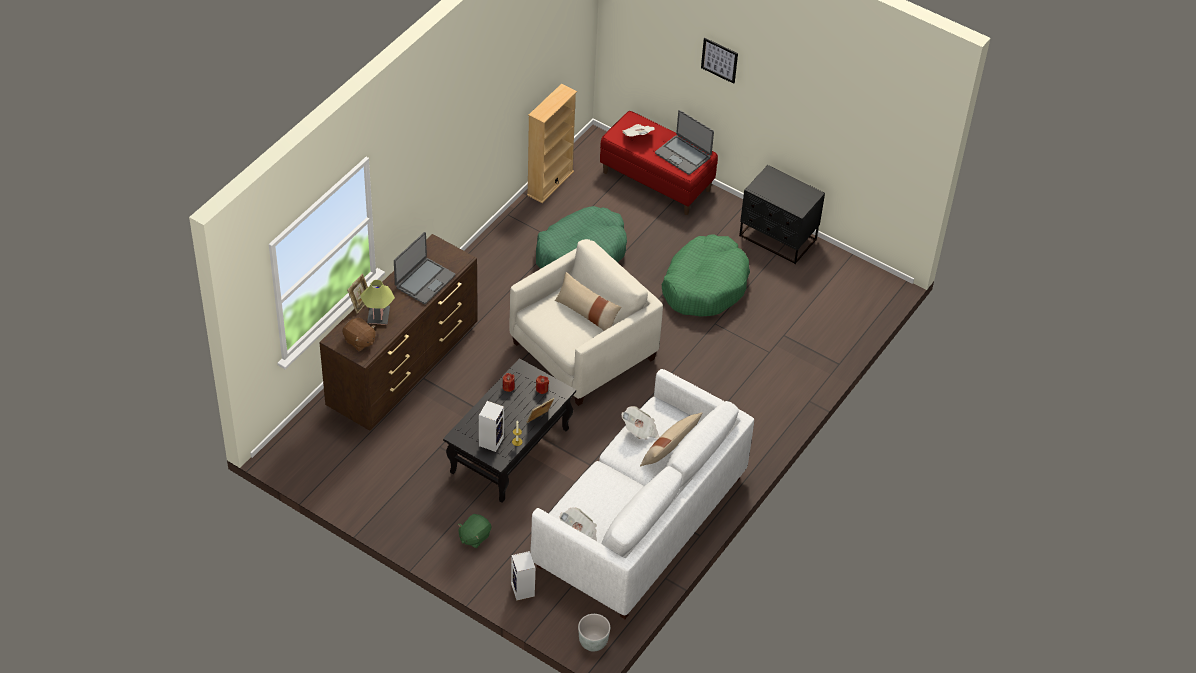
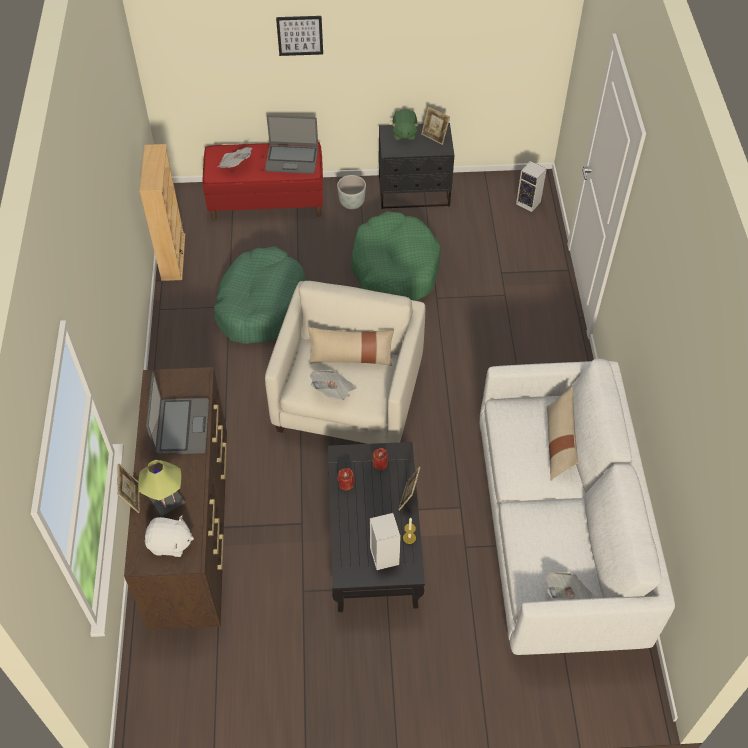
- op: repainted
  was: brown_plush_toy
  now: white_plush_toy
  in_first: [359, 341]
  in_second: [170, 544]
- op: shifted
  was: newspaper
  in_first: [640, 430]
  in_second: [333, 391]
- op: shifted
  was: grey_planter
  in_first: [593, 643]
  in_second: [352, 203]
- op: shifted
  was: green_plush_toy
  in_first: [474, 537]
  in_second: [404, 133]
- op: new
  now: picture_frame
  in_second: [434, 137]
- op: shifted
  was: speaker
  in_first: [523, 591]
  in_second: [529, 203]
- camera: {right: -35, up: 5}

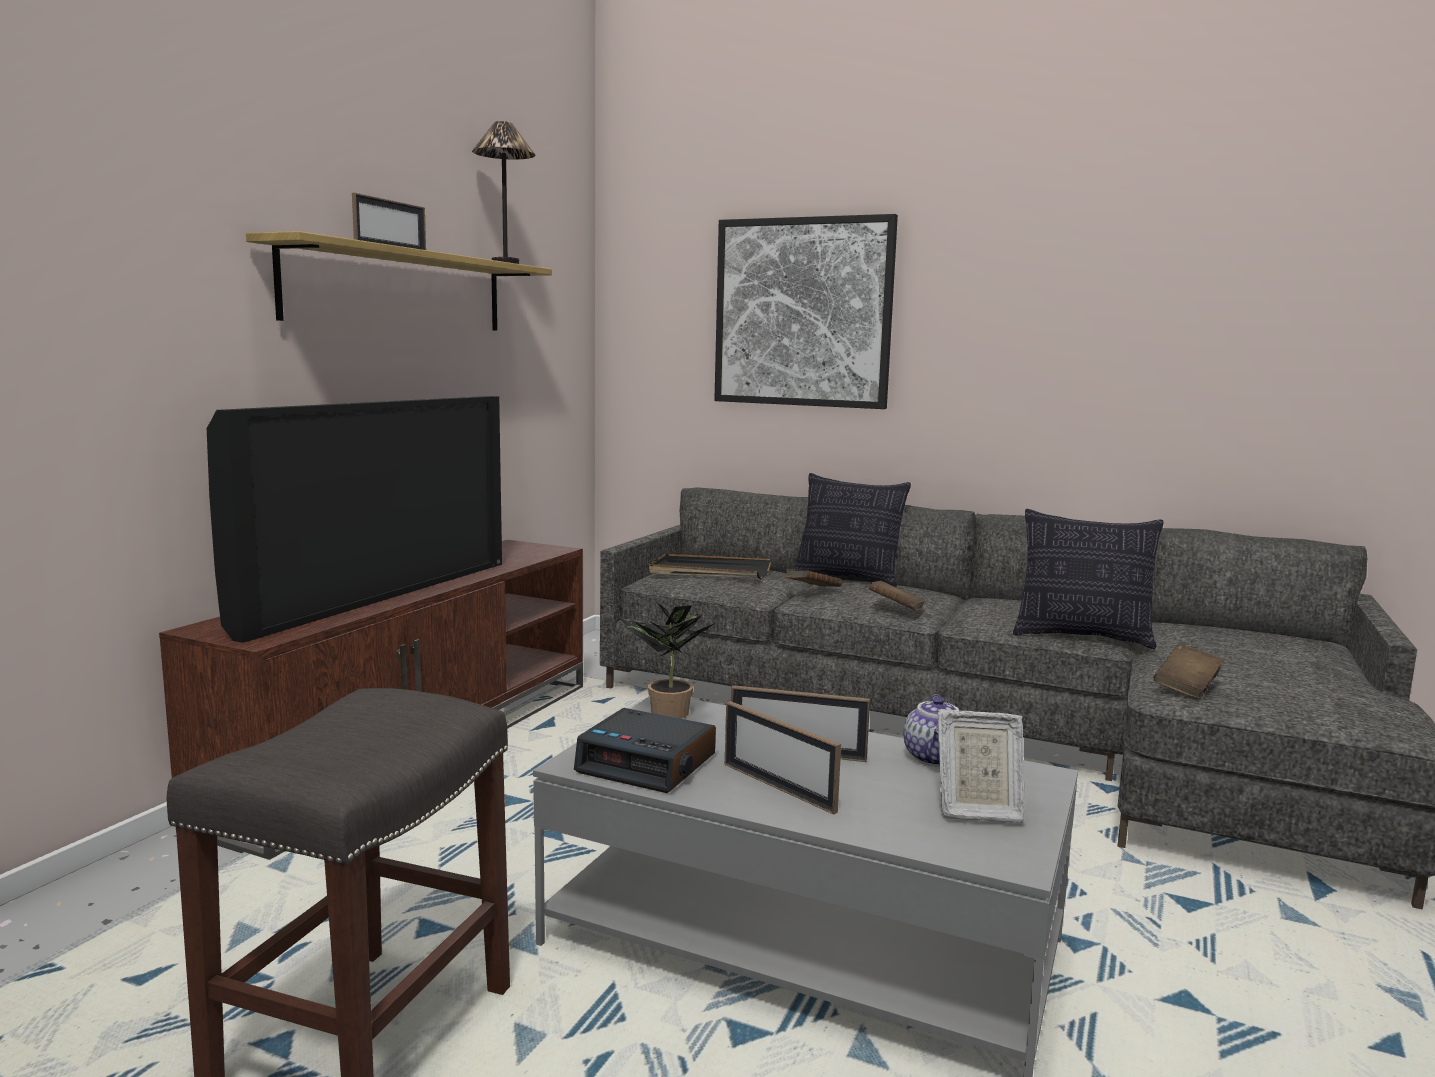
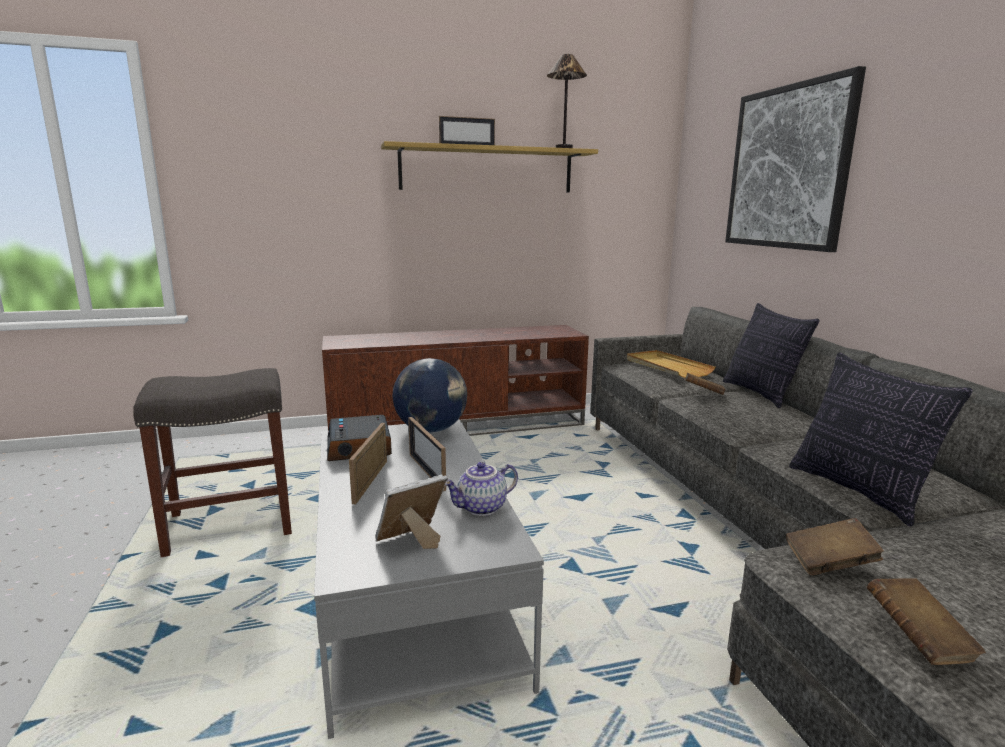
- op: rotated
  was: picture_frame
  in_first: [976, 811]
  in_second: [411, 541]
  clockwise: 90
- op: swapped
  was: potted_plant
  now: globe
  in_first: [664, 714]
  in_second: [431, 429]
- op: repainted
  was: black_tray
  now: beige_tray
  in_first: [710, 571]
  in_second: [667, 367]
- op: shifted
  was: brown_book
  in_first: [896, 609]
  in_second: [917, 639]
- op: gone
  was: television
  in_first: [377, 594]
- camera: {right: 50, up: 5}

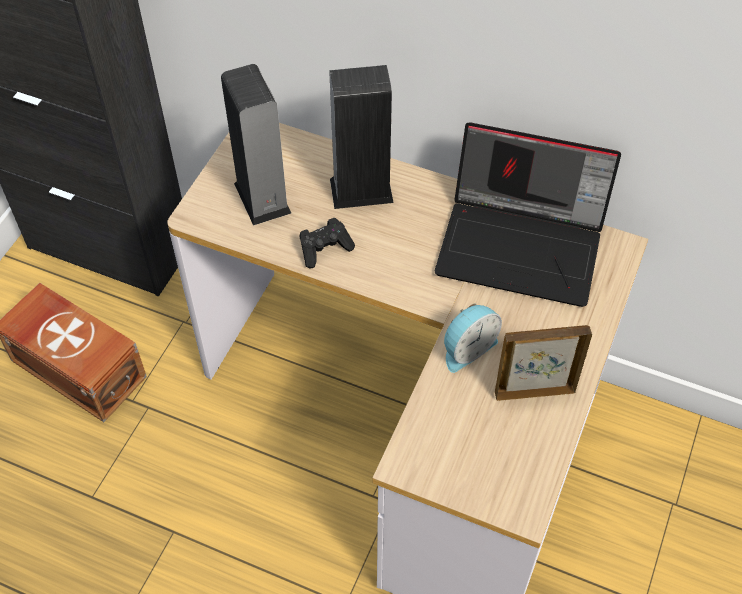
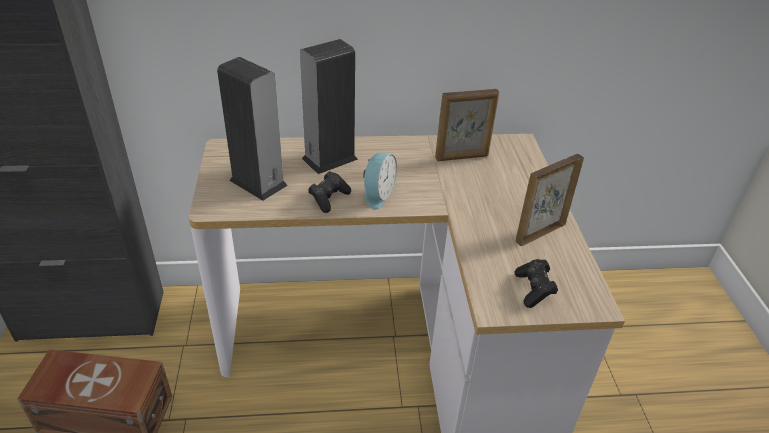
- op: shifted
  was: alarm_clock
  in_first: [467, 348]
  in_second: [377, 194]
- op: swapped
  was: laptop
  now: picture_frame
  in_first: [523, 245]
  in_second: [462, 157]
- op: new
  now: black_game_controller
  in_second: [534, 290]
- camera: {right: -30, up: -15}

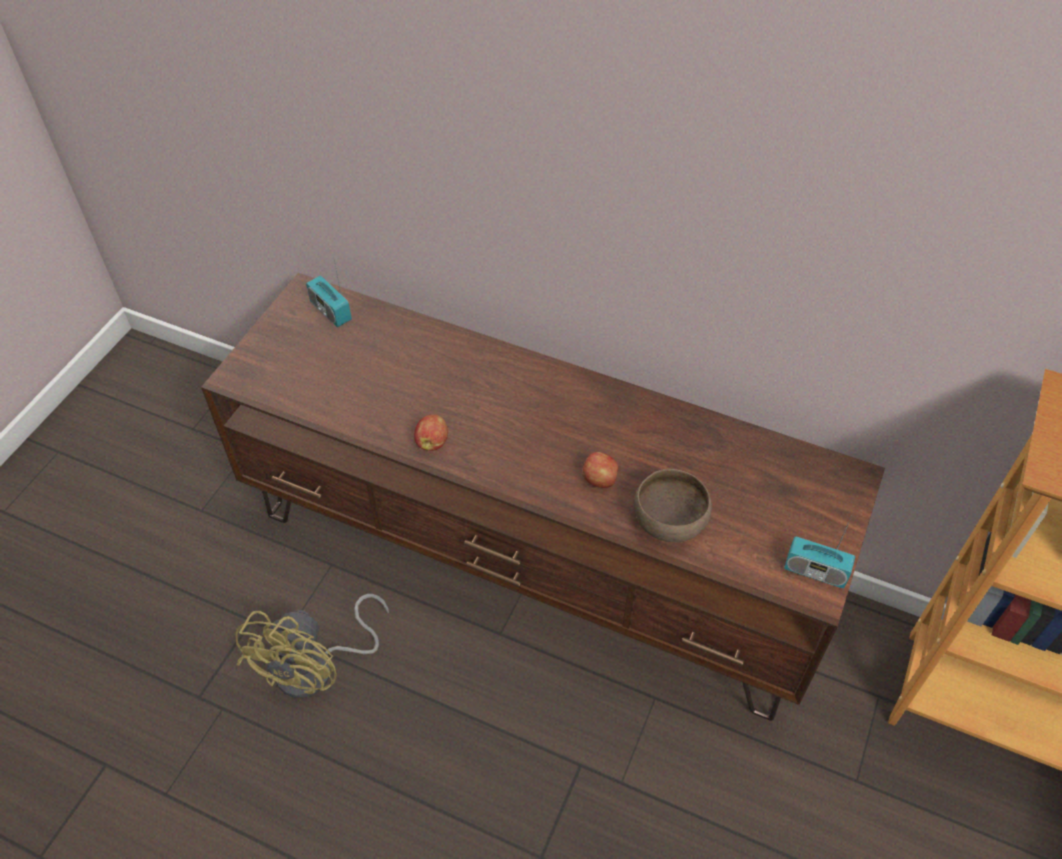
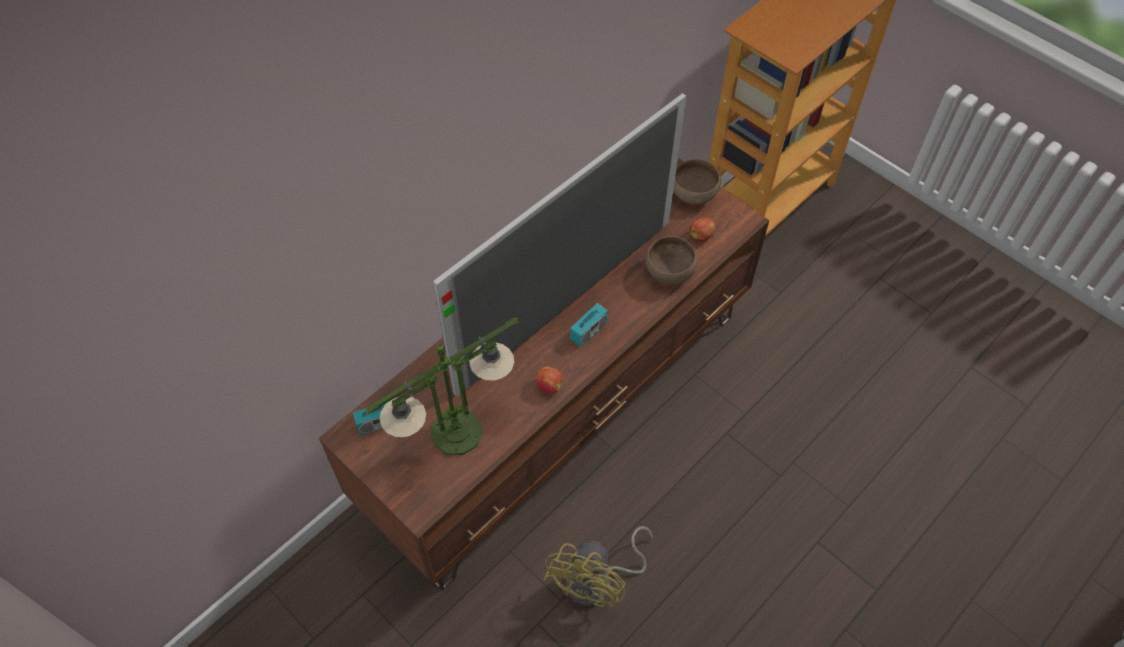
- op: new
  now: table_lamp
  in_second: [455, 433]
- op: new
  now: television
  in_second: [567, 303]
- op: rotated
  was: yellow_fan
  in_first: [317, 668]
  in_second: [598, 582]
  clockwise: 75
- op: shifted
  was: radio
  in_first: [815, 571]
  in_second: [588, 331]
- op: new
  now: brown_bowl
  in_second: [693, 194]
- op: shifted
  was: apple
  in_first: [600, 480]
  in_second: [701, 236]
- camera: {right: -70, up: 5}

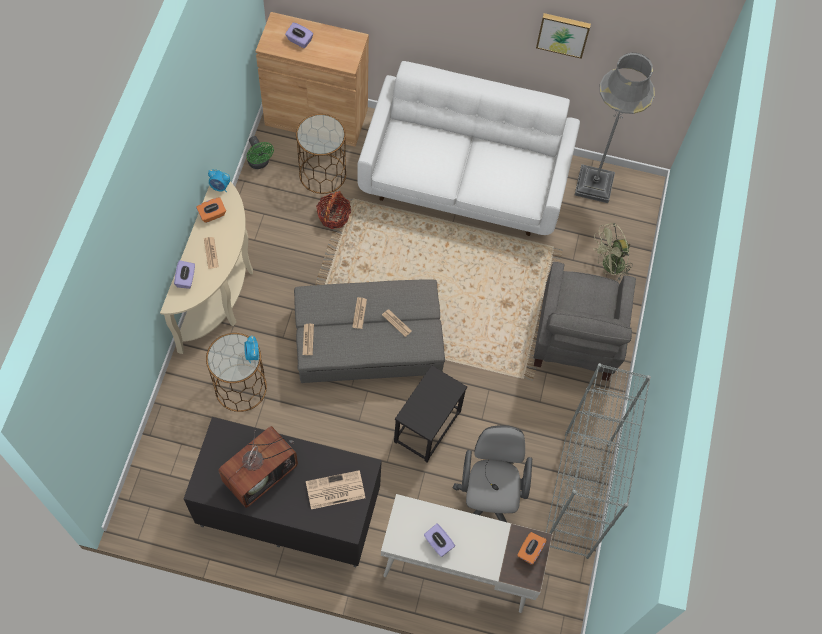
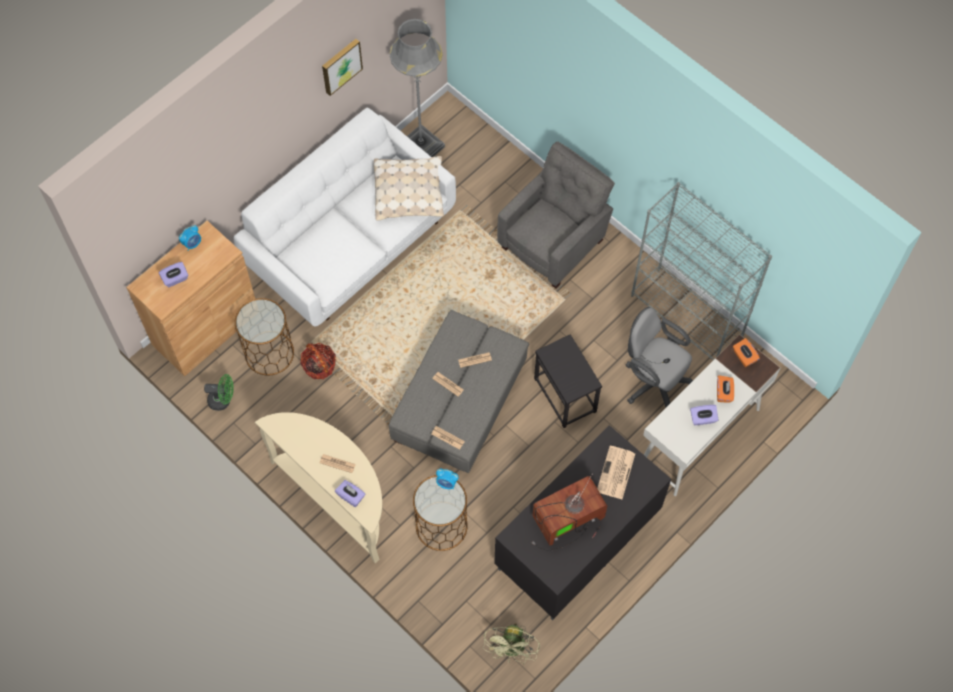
- op: shifted
  was: alarm_clock
  in_first: [220, 187]
  in_second: [192, 244]
- op: new
  now: beige_pillow
  in_second: [409, 193]
- op: shifted
  was: green_fan
  in_first: [609, 266]
  in_second: [512, 650]
- op: rotated
  was: grey_armchair
  in_first: [575, 340]
  in_second: [554, 242]
  clockwise: -90
- op: rotated
  was: television
  in_first: [260, 471]
  in_second: [567, 522]
  clockwise: -105
- op: shifted
  was: orange_tissue_box
  in_first: [212, 214]
  in_second: [724, 393]
- camera: {right: -55, up: 0}

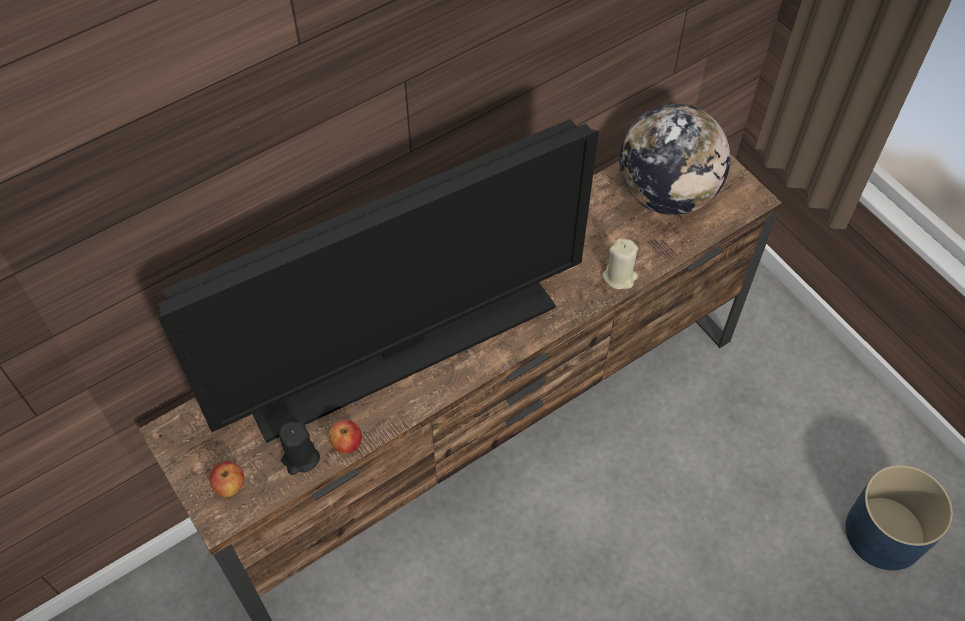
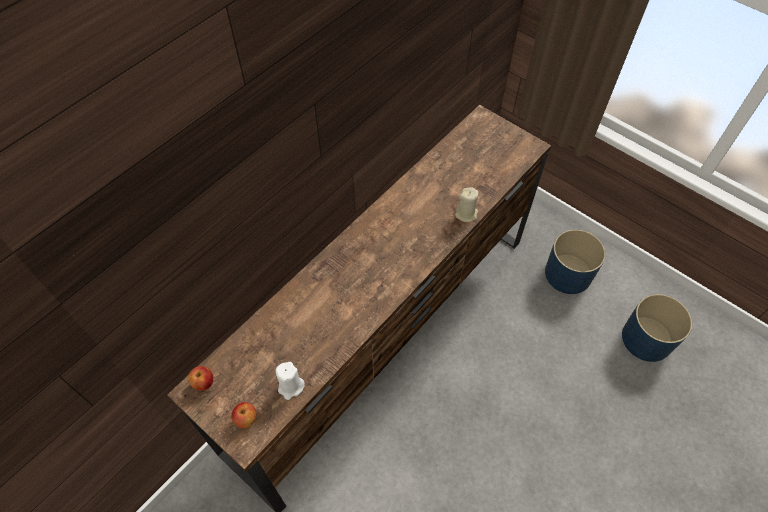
- op: shifted
  was: apple
  in_first: [347, 444]
  in_second: [203, 382]
- op: repainted
  was: black_candle
  now: white_candle
  in_first: [300, 458]
  in_second: [291, 386]
- op: new
  now: blue_planter
  in_second: [568, 273]
- op: gone
  was: television
  in_first: [404, 350]
- op: gone
  was: globe
  in_first: [666, 193]
- camera: {right: -15, up: 0}

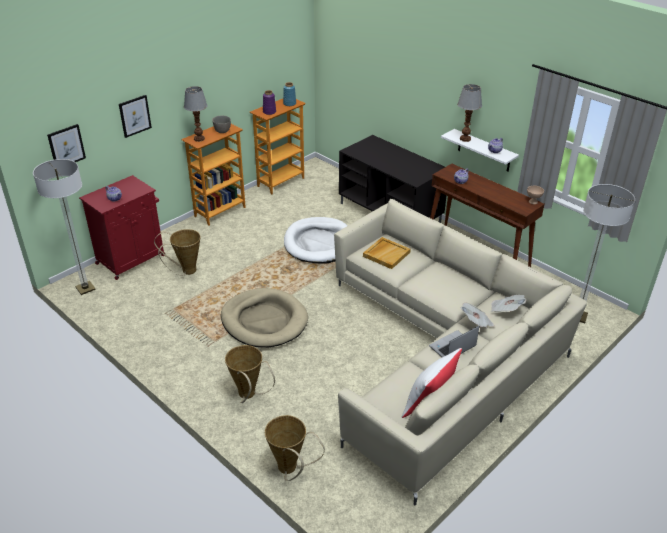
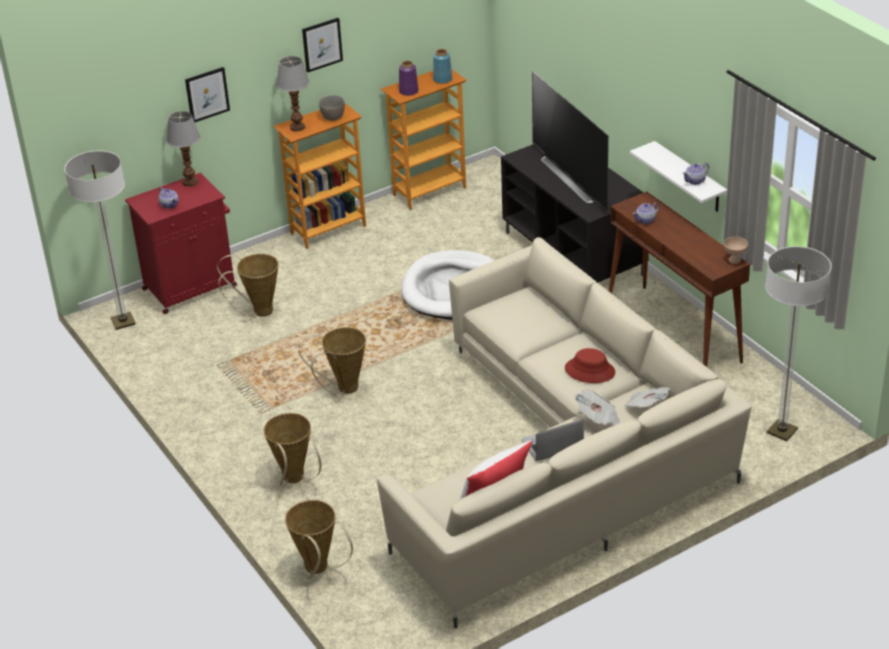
- op: shifted
  was: table_lamp
  in_first: [465, 139]
  in_second: [190, 182]
- op: swapped
  was: beige_dog_bed
  now: basket
  in_first: [264, 321]
  in_second: [343, 389]
- op: shifted
  was: picture
  in_first: [66, 146]
  in_second: [322, 44]
- op: new
  now: television
  in_second: [574, 177]
- op: new
  now: red_hat
  in_second: [590, 370]
- op: gone
  was: beige_tray
  in_first: [386, 254]
- camera: {right: 15, up: 0}

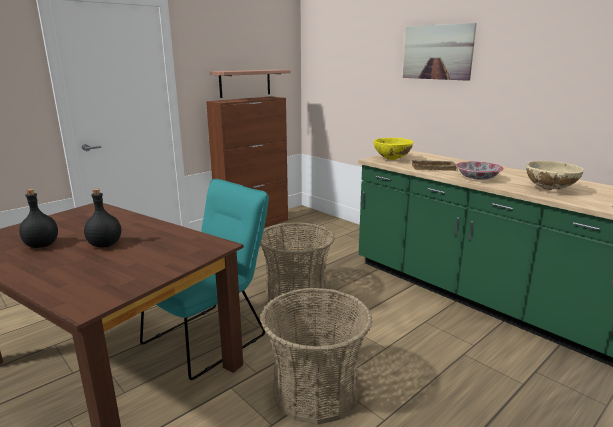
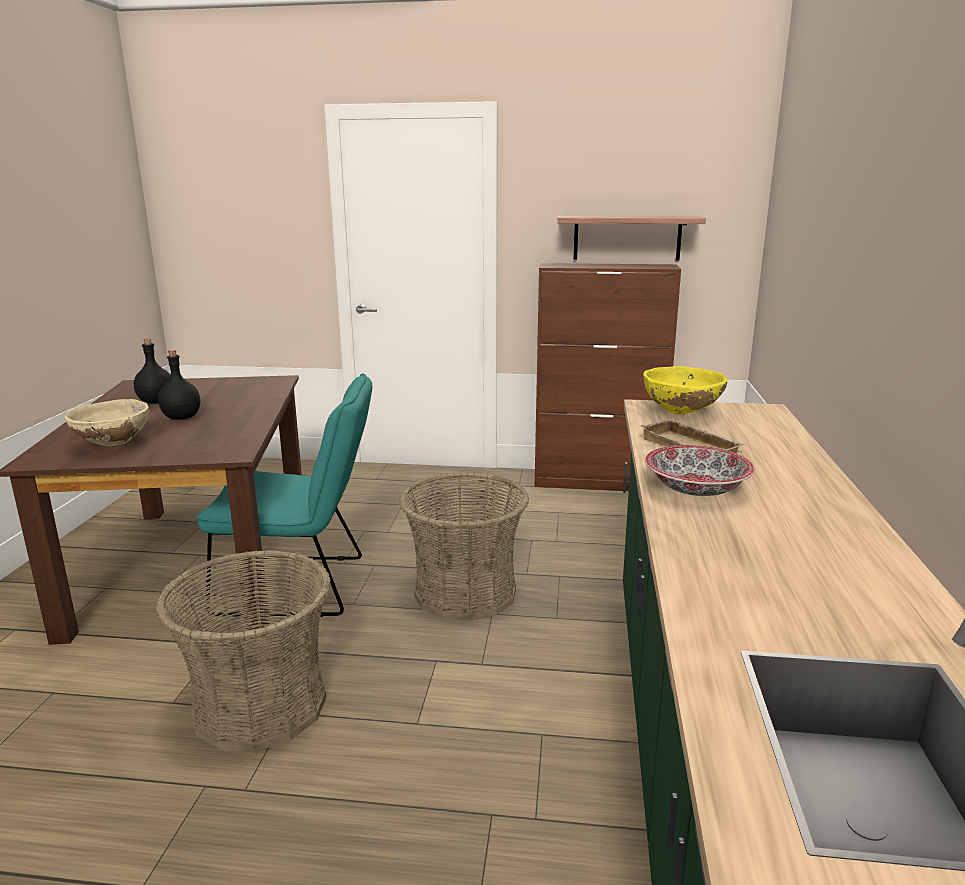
- op: shifted
  was: beige_bowl
  in_first: [550, 190]
  in_second: [113, 444]
- op: gone
  was: picture
  in_first: [437, 52]
- camera: {right: 50, up: 0}

